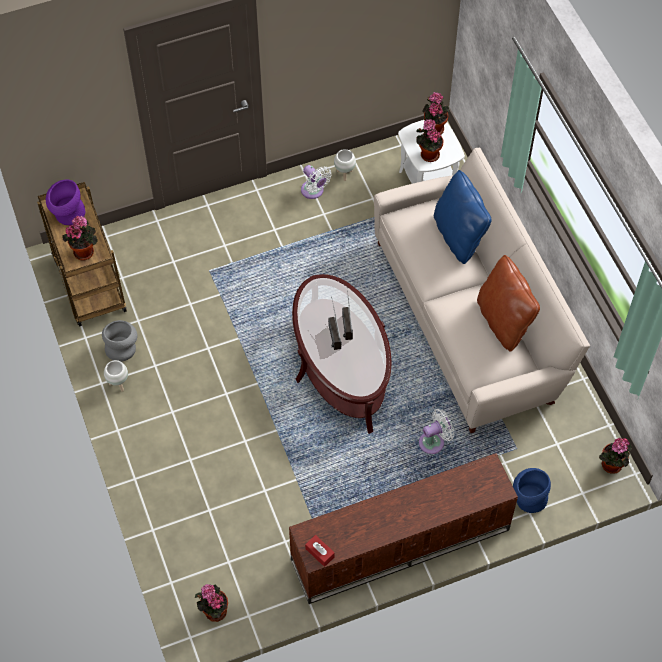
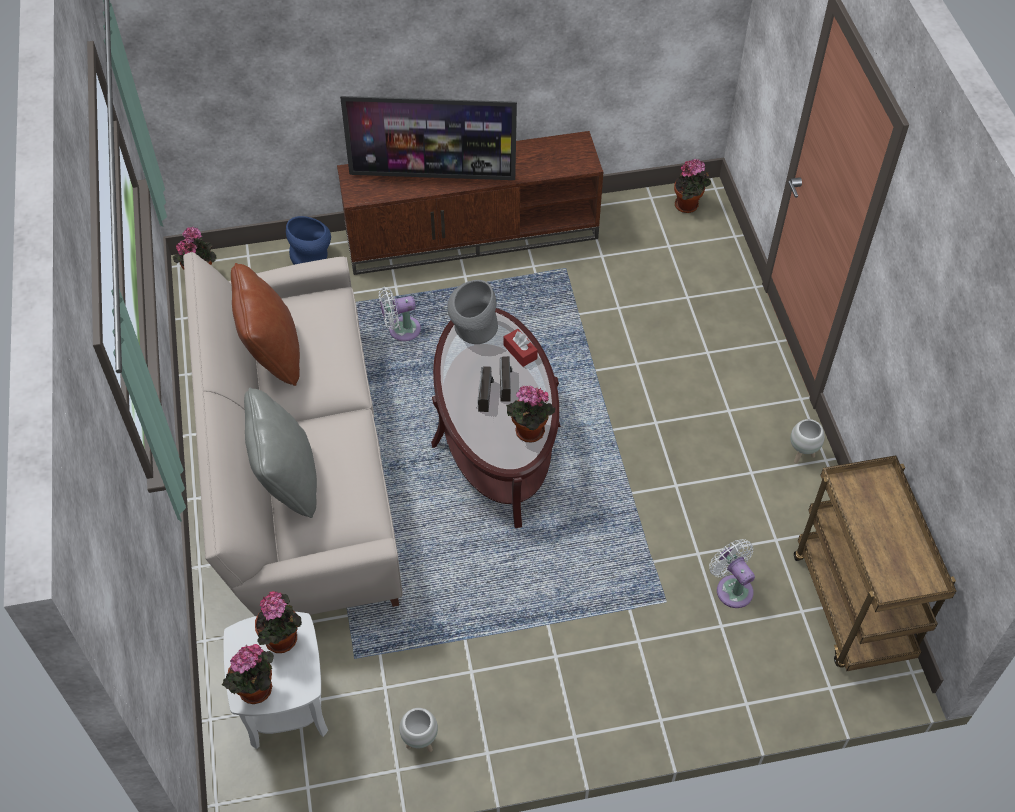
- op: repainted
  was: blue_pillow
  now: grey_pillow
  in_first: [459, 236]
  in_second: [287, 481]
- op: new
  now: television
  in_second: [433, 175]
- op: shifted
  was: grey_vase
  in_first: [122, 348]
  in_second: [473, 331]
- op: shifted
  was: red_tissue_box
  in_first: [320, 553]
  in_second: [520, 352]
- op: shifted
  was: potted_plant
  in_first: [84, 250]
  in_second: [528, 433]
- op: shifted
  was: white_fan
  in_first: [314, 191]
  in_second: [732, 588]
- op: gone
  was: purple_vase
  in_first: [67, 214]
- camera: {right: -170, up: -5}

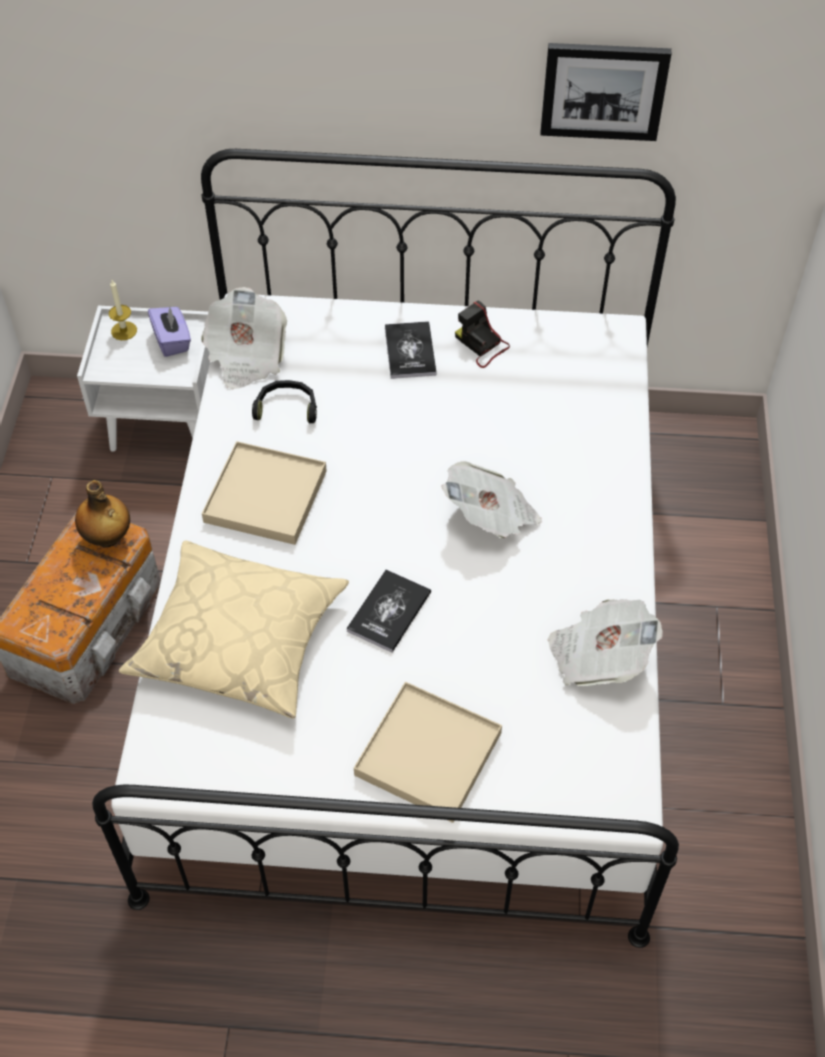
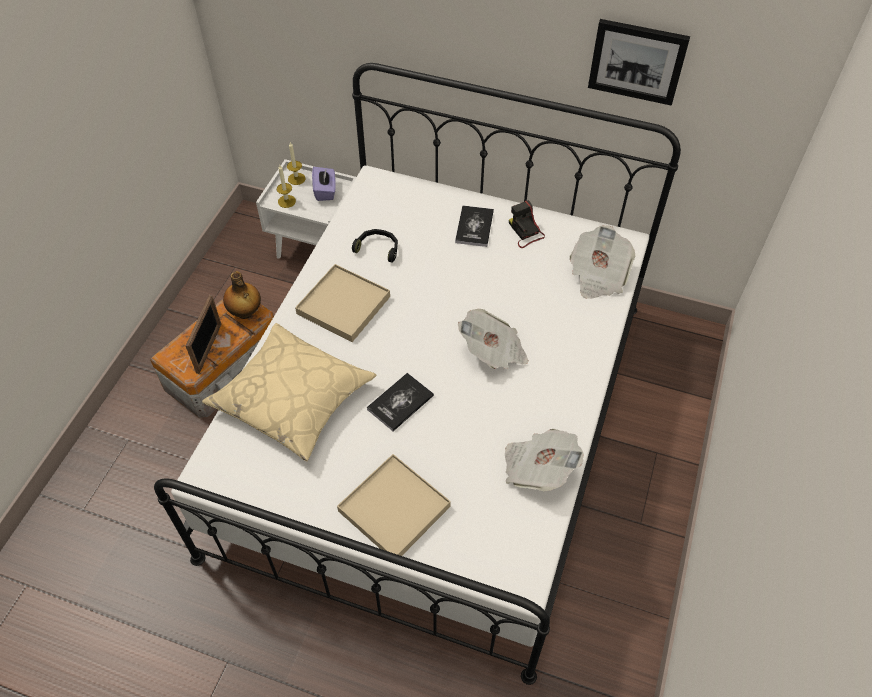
- op: new
  now: picture_frame
  in_second: [209, 348]
- op: new
  now: candle
  in_second: [286, 201]
- op: shifted
  was: newspaper
  in_first: [246, 356]
  in_second: [598, 275]
- camera: {right: 15, up: 0}

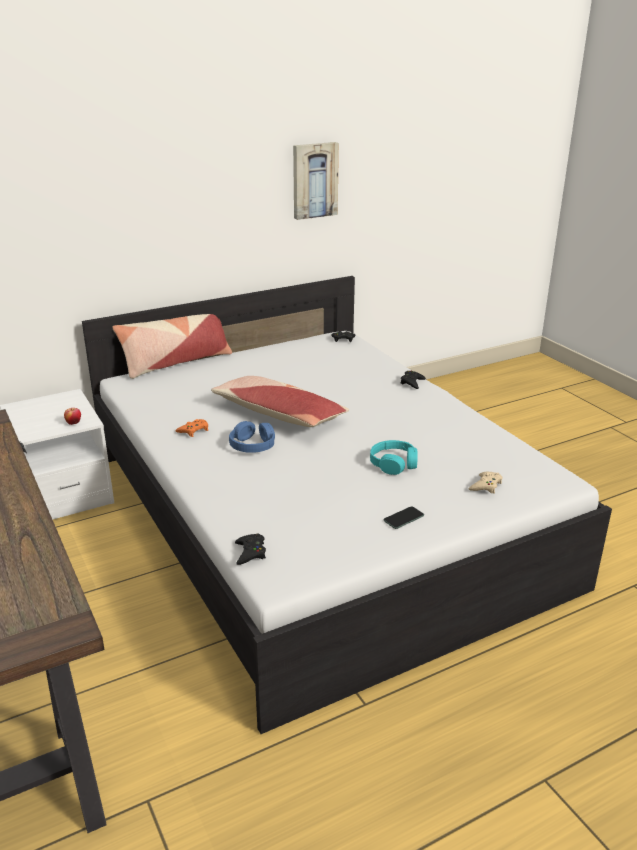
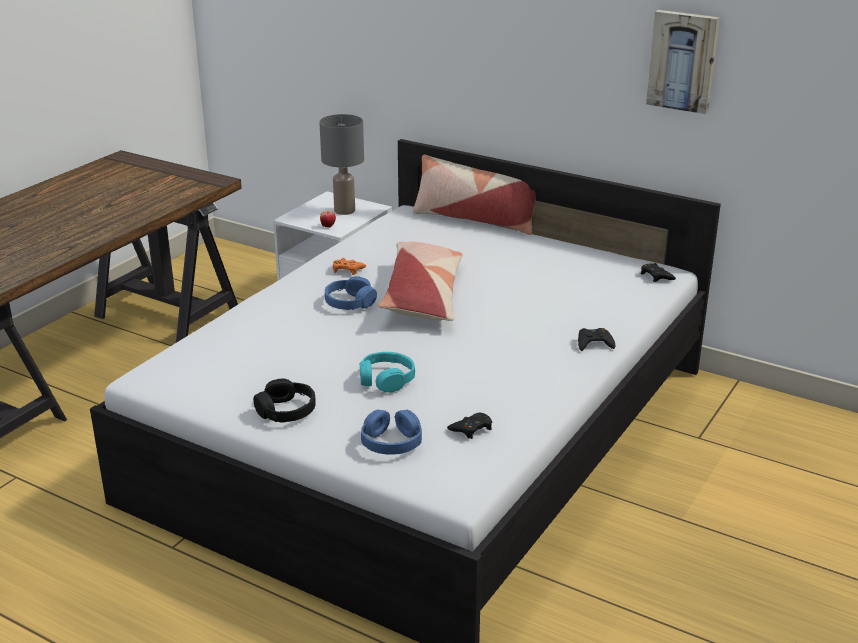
- op: swapped
  was: phone
  now: black_headphones
  in_first: [403, 518]
  in_second: [286, 411]
- op: new
  now: grey_table_lamp
  in_second: [344, 211]
- op: swapped
  was: beige_game_controller
  now: blue_headphones
  in_first: [486, 486]
  in_second: [391, 442]
- op: shifted
  was: black_game_controller
  in_first: [250, 552]
  in_second: [471, 429]
- camera: {right: 60, up: 0}

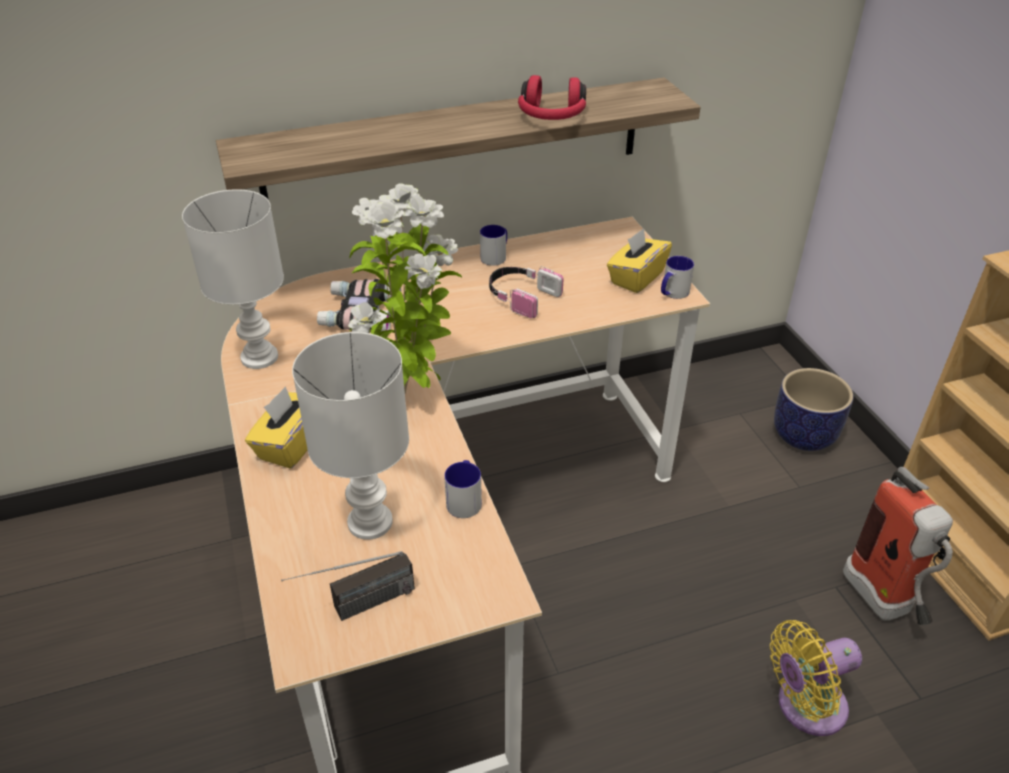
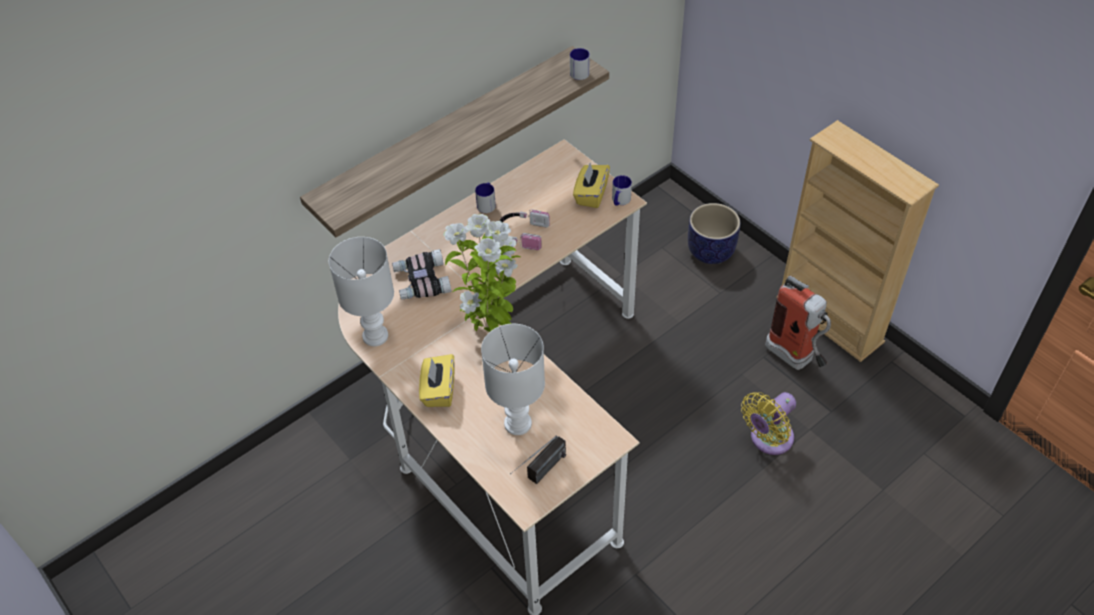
- op: shifted
  was: mug
  in_first: [464, 499]
  in_second: [578, 71]
- op: gone
  was: red_headphones
  in_first: [551, 117]
- camera: {right: -20, up: 10}

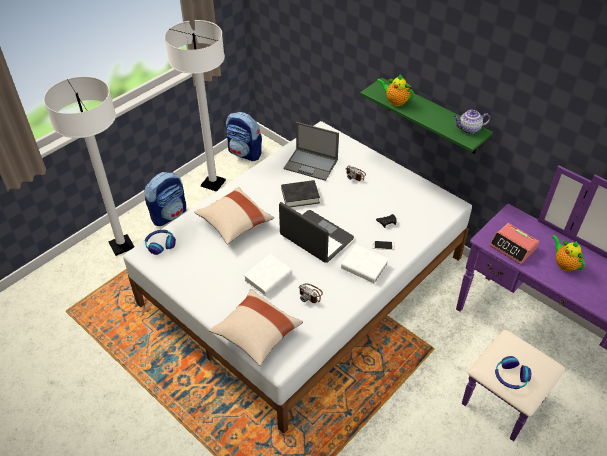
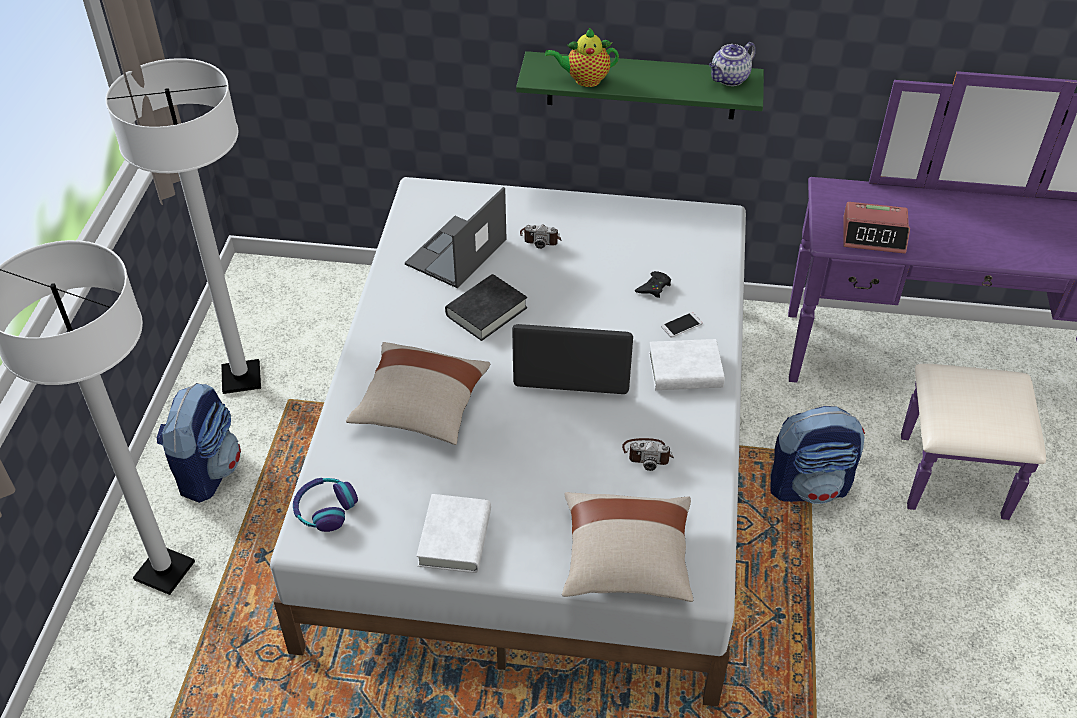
- op: rotated
  was: laptop
  in_first: [311, 164]
  in_second: [456, 253]
  clockwise: 135
- op: shifted
  was: white_book
  in_first: [268, 278]
  in_second: [455, 538]
- op: shifted
  was: backpack
  in_first: [245, 153]
  in_second: [809, 486]
- op: gone
  was: headphones
  in_first: [511, 376]
- op: gone
  was: teapot
  in_first: [564, 264]
- camera: {right: -35, up: 0}

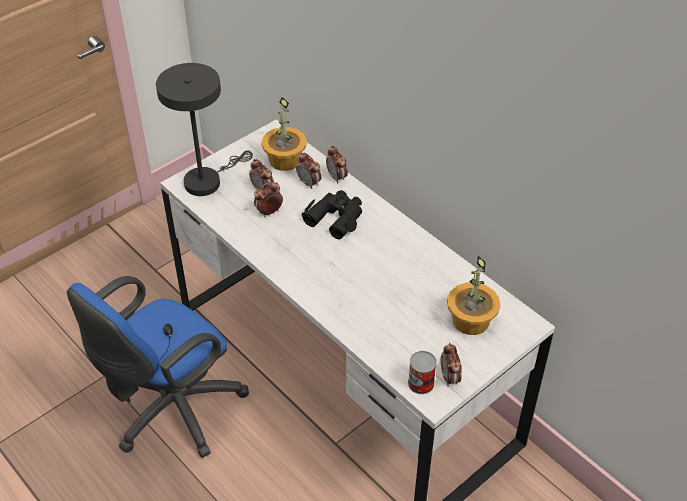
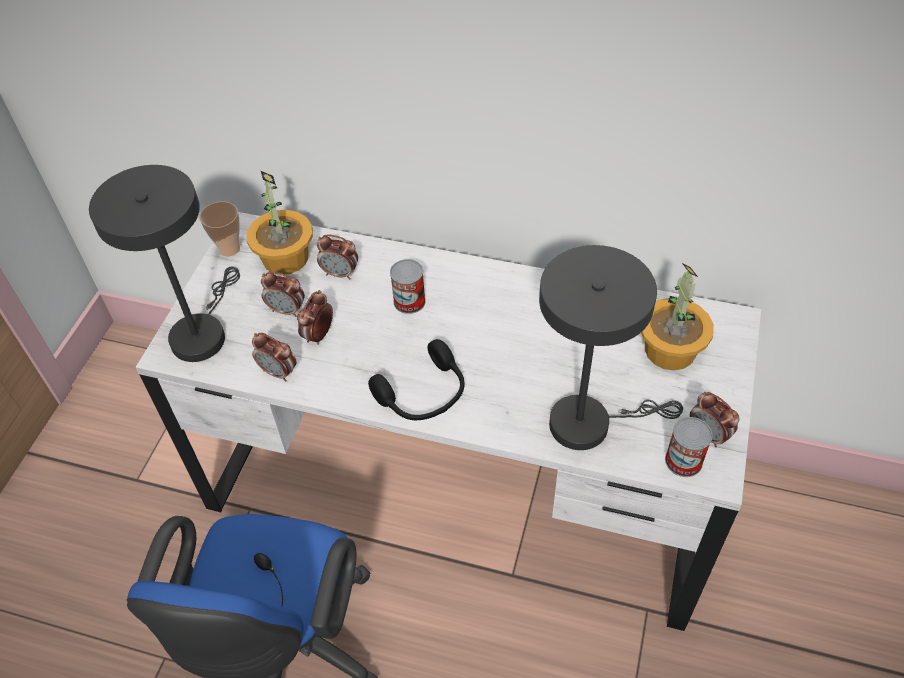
- op: new
  now: cup
  in_second: [229, 249]
- op: shifted
  was: alarm_clock
  in_first: [337, 177]
  in_second: [279, 372]
- op: new
  now: black_headphones
  in_second: [424, 395]
- op: swapped
  was: black_binoculars
  now: can
  in_first: [336, 217]
  in_second: [409, 301]
- op: new
  now: grey_table_lamp
  in_second: [589, 422]
- camera: {right: -30, up: 5}

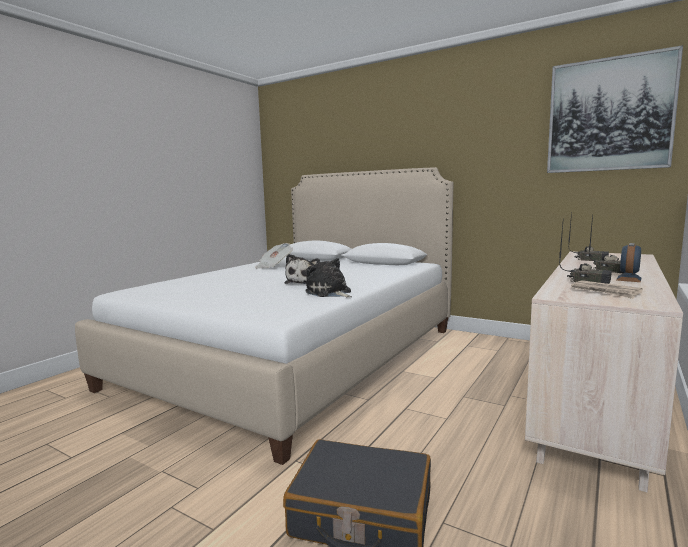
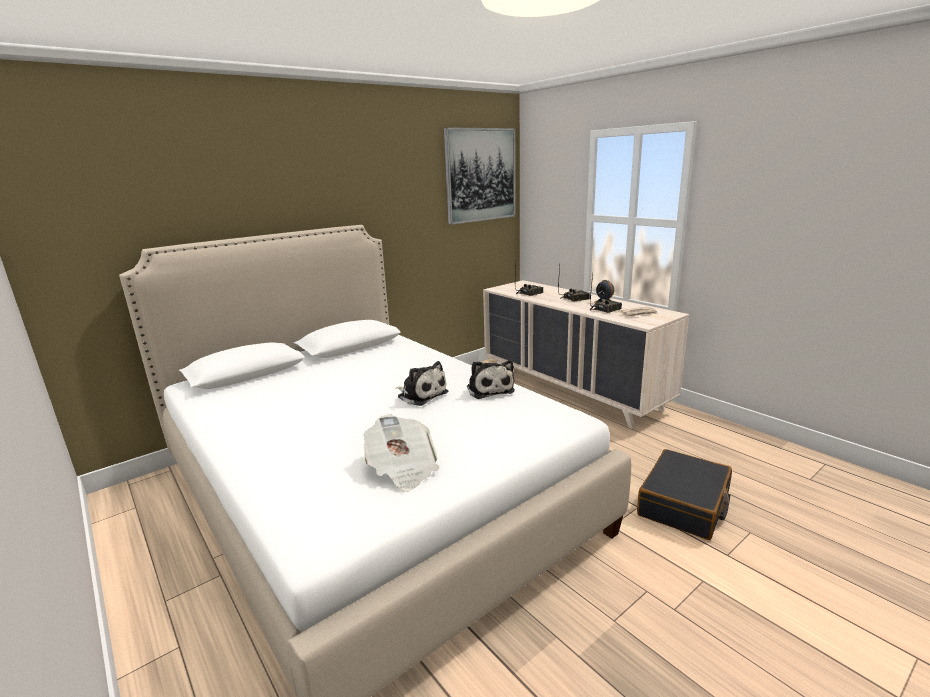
- op: shifted
  was: newspaper
  in_first: [274, 266]
  in_second: [402, 469]
- op: rotated
  was: plush_toy
  in_first: [329, 293]
  in_second: [489, 389]
  clockwise: -90
- camera: {right: -70, up: 10}

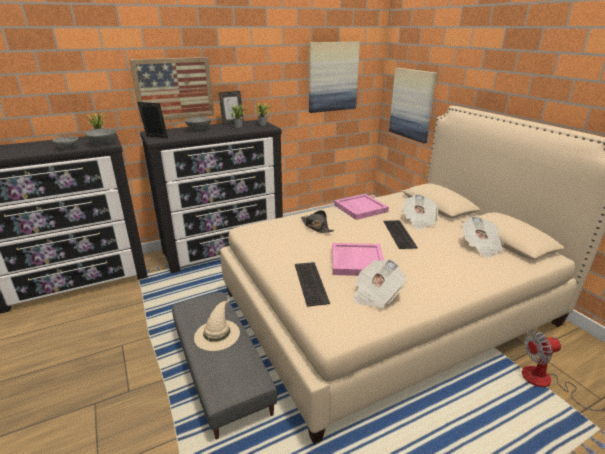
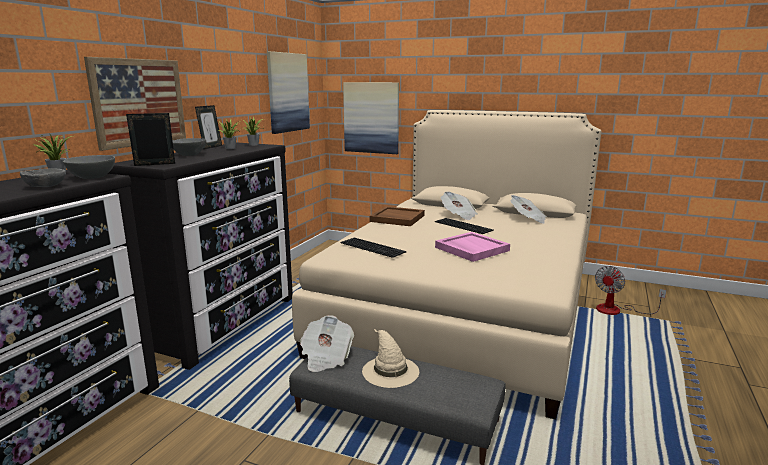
- op: shifted
  was: newspaper
  in_first: [376, 295]
  in_second: [326, 357]
- op: shifted
  was: keyboard
  in_first: [312, 283]
  in_second: [373, 247]
- op: repainted
  was: pink_tray
  now: brown_tray
  in_first: [360, 208]
  in_second: [397, 218]
- op: gone
  was: black_hat
  in_first: [316, 227]
- camera: {right: -40, up: -10}

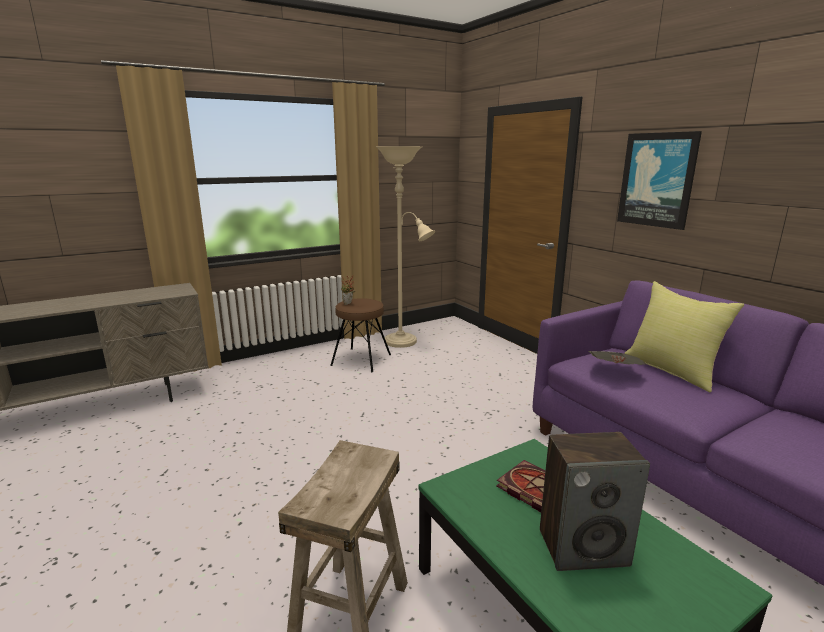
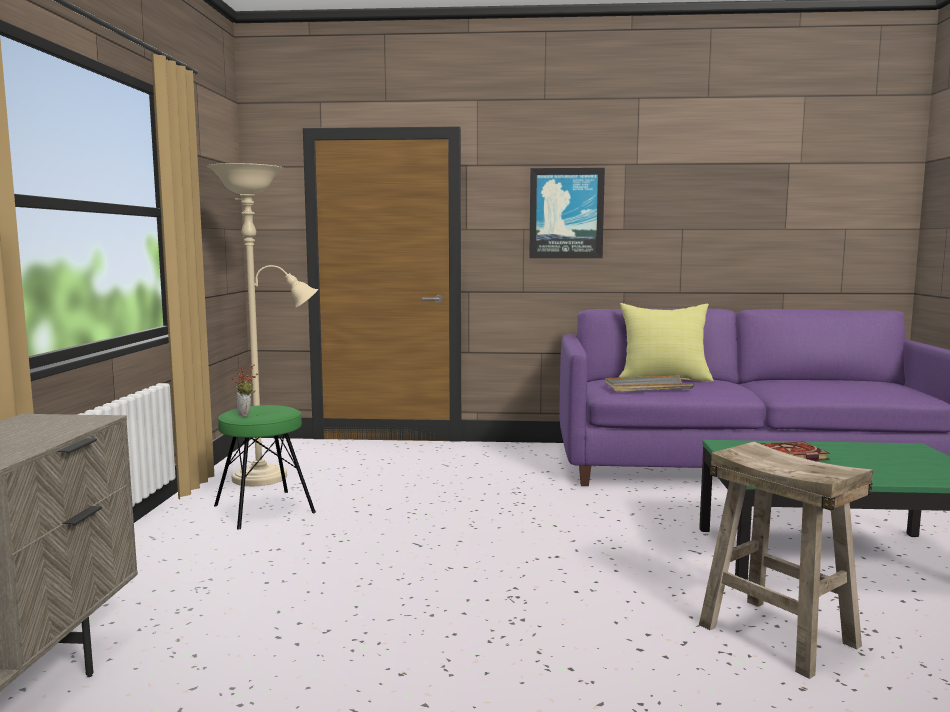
- op: repainted
  was: brown_stool
  now: green_stool
  in_first: [361, 360]
  in_second: [264, 509]
- op: swapped
  was: newspaper
  now: grey_tray
  in_first: [615, 372]
  in_second: [647, 387]
- op: gone
  was: speaker
  in_first: [583, 547]
- camera: {right: -55, up: -10}

